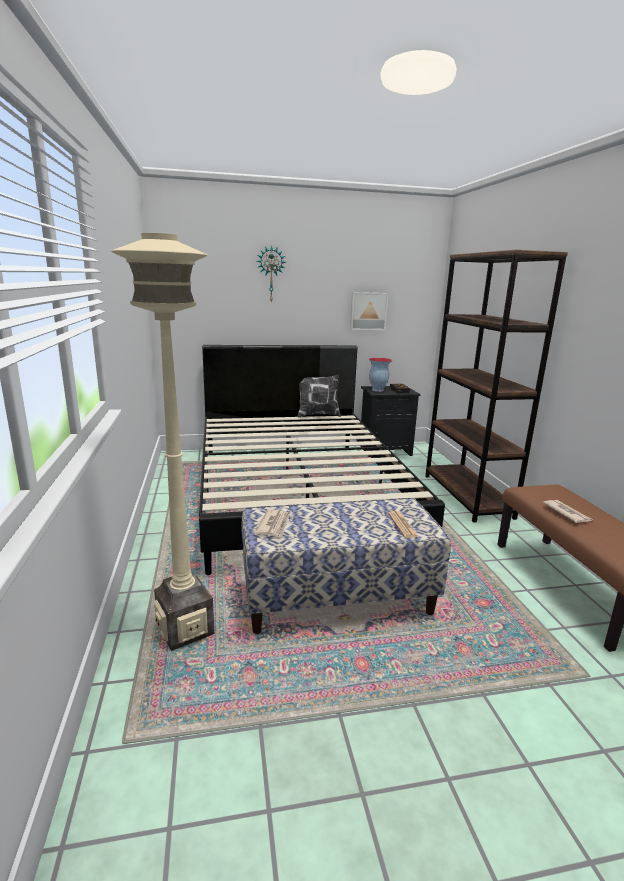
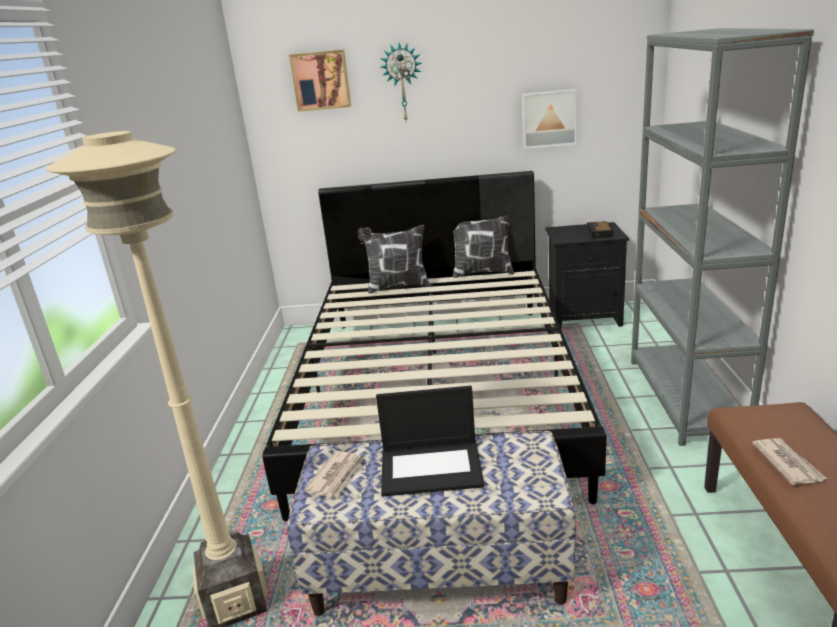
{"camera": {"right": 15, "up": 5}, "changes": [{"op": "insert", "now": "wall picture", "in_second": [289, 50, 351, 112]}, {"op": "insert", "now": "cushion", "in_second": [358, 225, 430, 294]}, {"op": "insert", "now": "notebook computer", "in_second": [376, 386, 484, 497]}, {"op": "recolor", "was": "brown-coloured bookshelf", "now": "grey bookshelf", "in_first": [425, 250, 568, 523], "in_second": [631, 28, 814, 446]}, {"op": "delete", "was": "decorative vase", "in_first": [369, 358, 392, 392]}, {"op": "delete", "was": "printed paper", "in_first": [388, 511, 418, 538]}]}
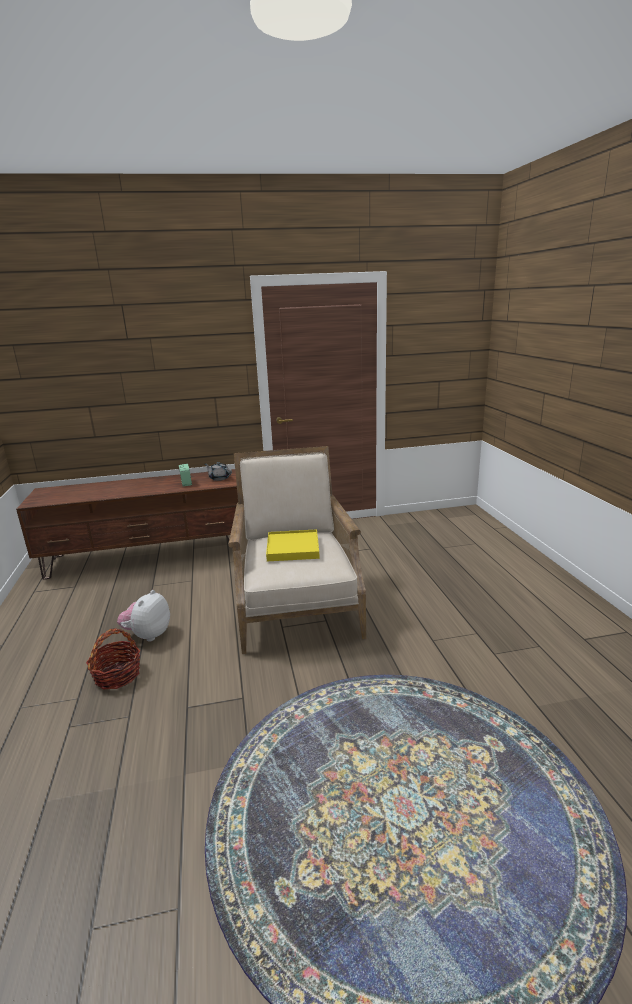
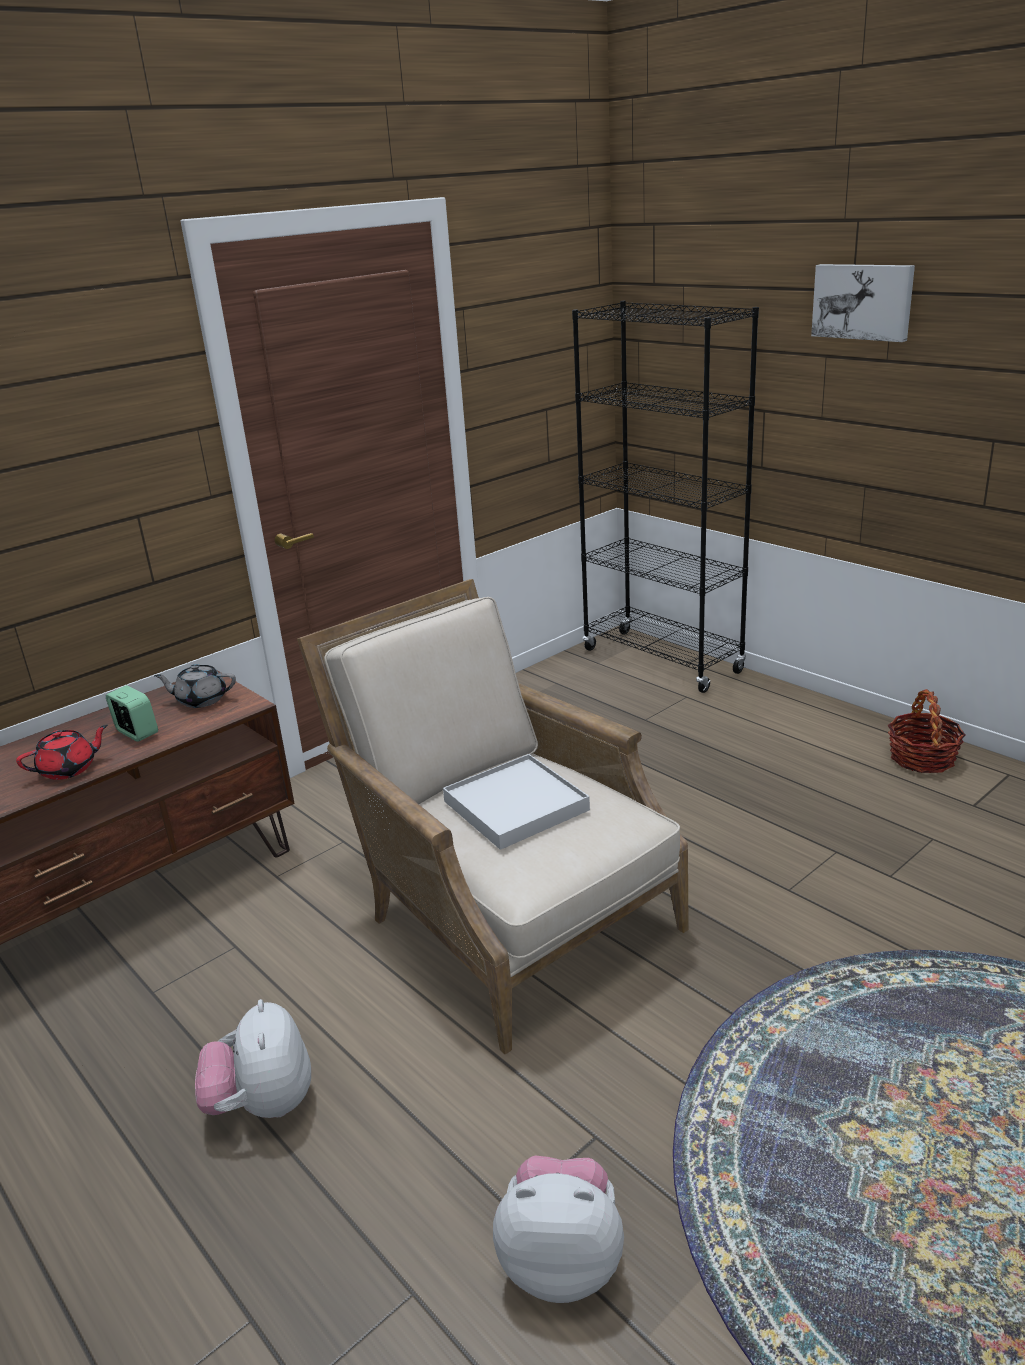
{"camera": {"right": -30, "up": 5}, "changes": [{"op": "insert", "now": "reddish teapot", "in_second": [16, 725, 108, 780]}, {"op": "recolor", "was": "yellow tray", "now": "whitish tray", "in_first": [266, 529, 320, 561], "in_second": [443, 754, 590, 850]}, {"op": "insert", "now": "cuddly toy", "in_second": [493, 1155, 624, 1303]}, {"op": "insert", "now": "black bookshelf", "in_second": [572, 301, 759, 693]}, {"op": "insert", "now": "wall picture", "in_second": [811, 264, 915, 342]}, {"op": "move", "was": "basket", "in_first": [86, 628, 141, 690], "in_second": [888, 689, 965, 773]}]}
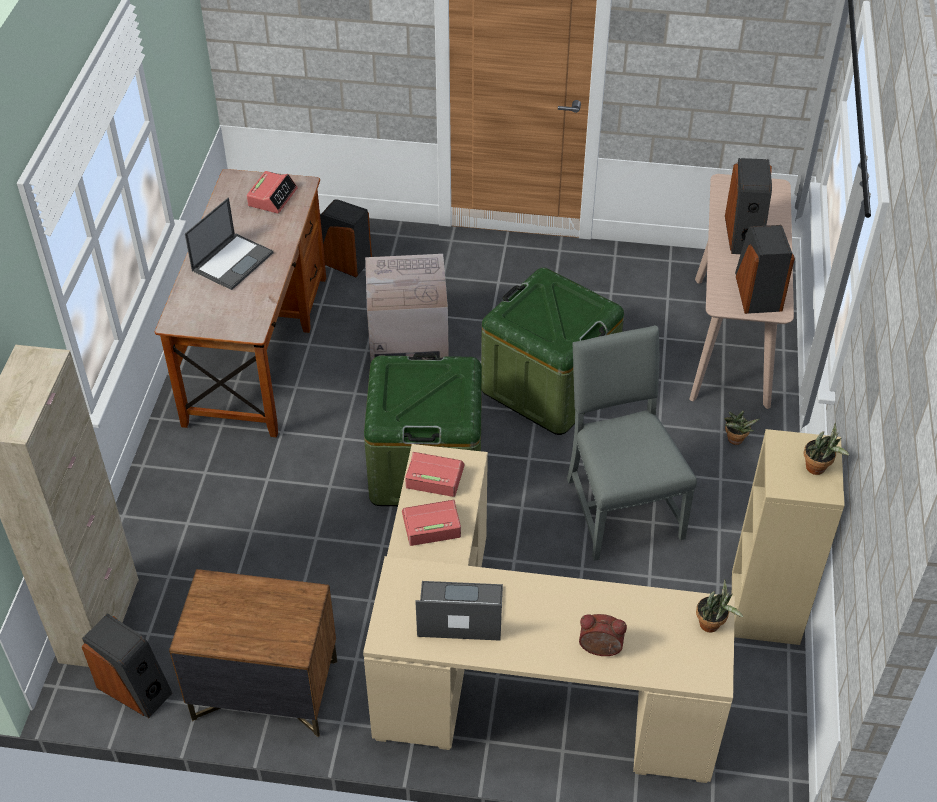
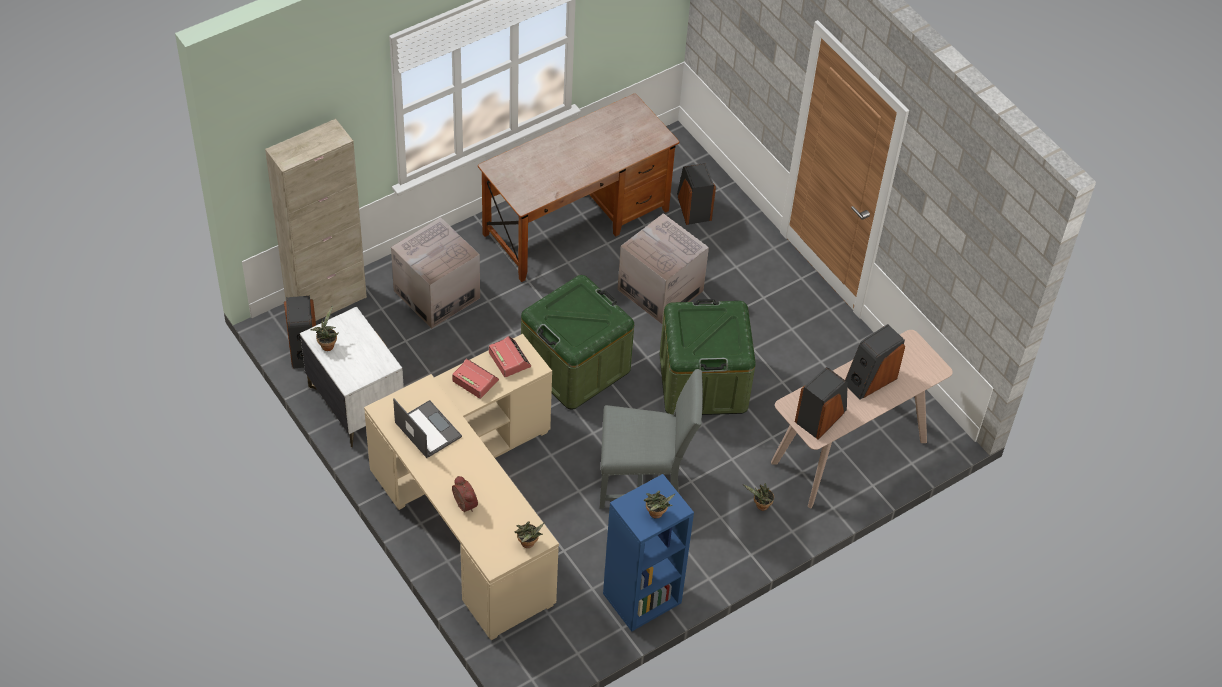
{"camera": {"right": 45, "up": 5}, "changes": [{"op": "recolor", "was": "brown-coloured night table", "now": "whitish night table", "in_first": [169, 569, 337, 737], "in_second": [300, 306, 404, 448]}, {"op": "insert", "now": "potted plant", "in_second": [310, 305, 339, 351]}, {"op": "insert", "now": "carton", "in_second": [391, 217, 480, 329]}, {"op": "rotate", "was": "grey upright chair", "in_first": [567, 325, 697, 561], "in_second": [600, 369, 703, 509], "clockwise": 60}, {"op": "recolor", "was": "sand-coloured bookshelf", "now": "blue bookshelf", "in_first": [732, 429, 845, 645], "in_second": [603, 474, 694, 632]}, {"op": "delete", "was": "notebook computer", "in_first": [185, 198, 273, 290]}, {"op": "delete", "was": "table clock", "in_first": [246, 171, 298, 213]}]}
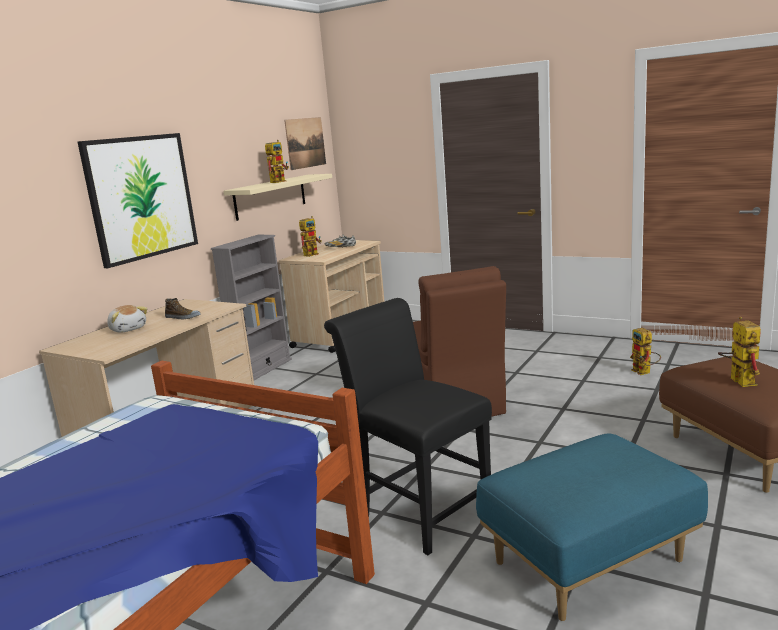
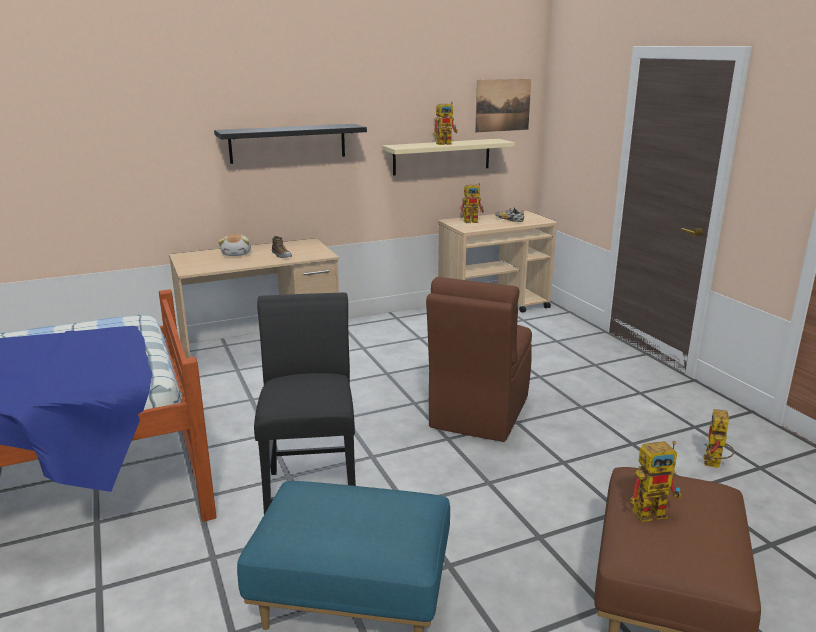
{"camera": {"right": 35, "up": 5}, "changes": [{"op": "replace", "was": "wall picture", "now": "black shelf", "in_first": [78, 133, 198, 268], "in_second": [214, 124, 367, 164]}, {"op": "rotate", "was": "model robot", "in_first": [718, 316, 761, 387], "in_second": [630, 441, 682, 522], "clockwise": 45}, {"op": "delete", "was": "grey bookshelf", "in_first": [211, 235, 292, 380]}]}
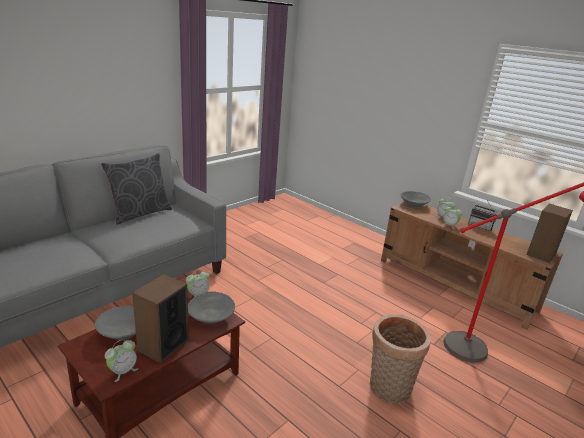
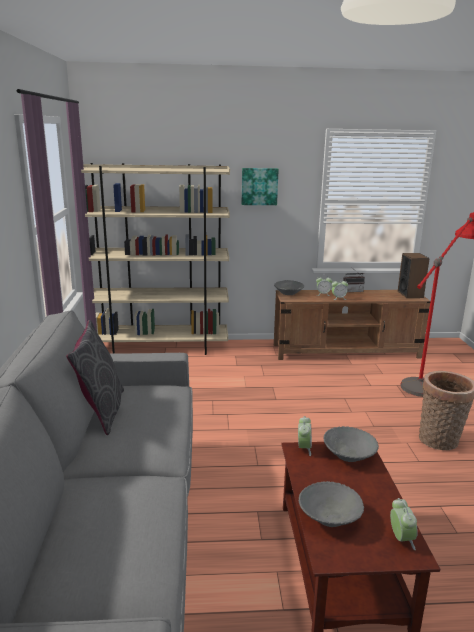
{"camera": {"right": -45, "up": -5}, "changes": [{"op": "insert", "now": "sand-coloured bookshelf", "in_second": [81, 163, 230, 355]}, {"op": "insert", "now": "wall picture", "in_second": [242, 168, 279, 205]}, {"op": "delete", "was": "audio speaker", "in_first": [132, 274, 189, 364]}]}
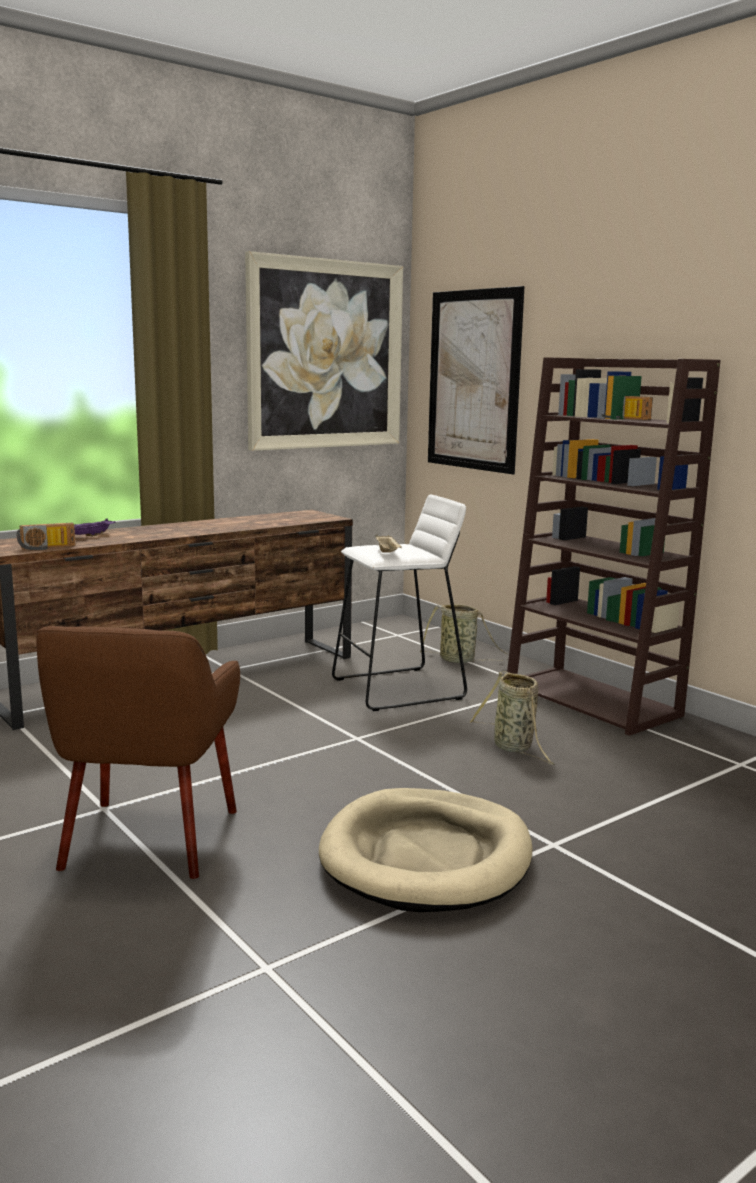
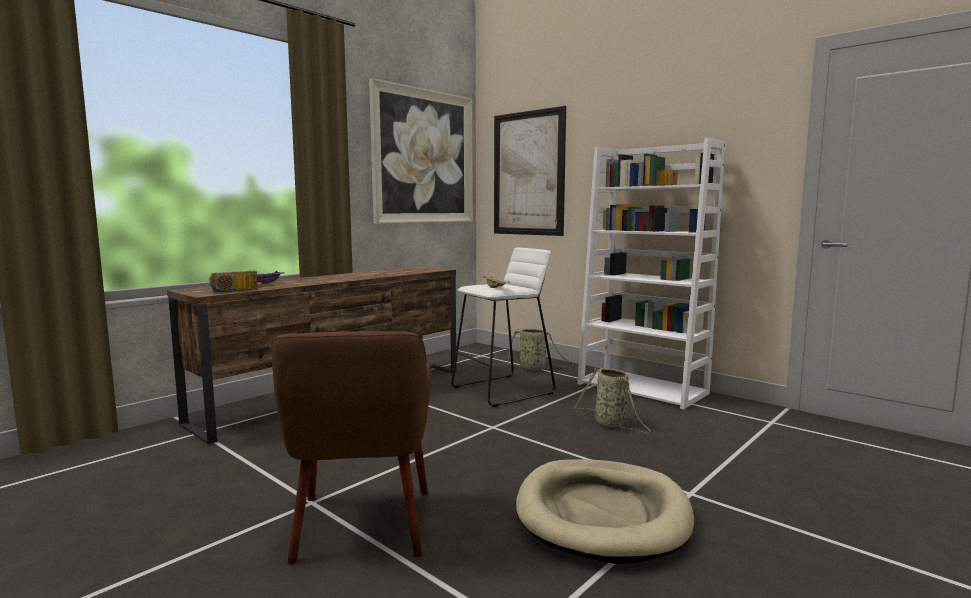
{"camera": {"right": -10, "up": -5}, "changes": [{"op": "recolor", "was": "brown-coloured bookshelf", "now": "whitish bookshelf", "in_first": [507, 357, 721, 736], "in_second": [577, 138, 725, 409]}]}
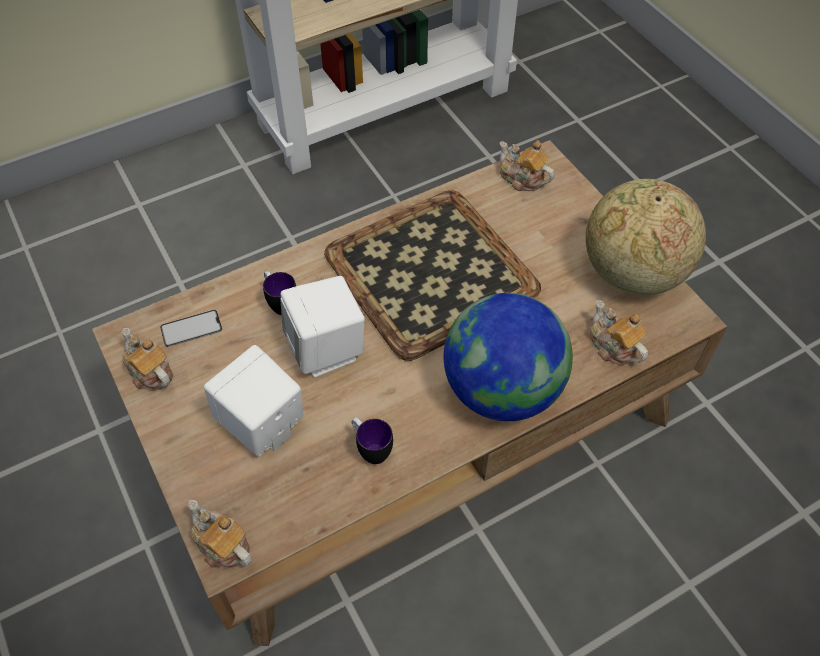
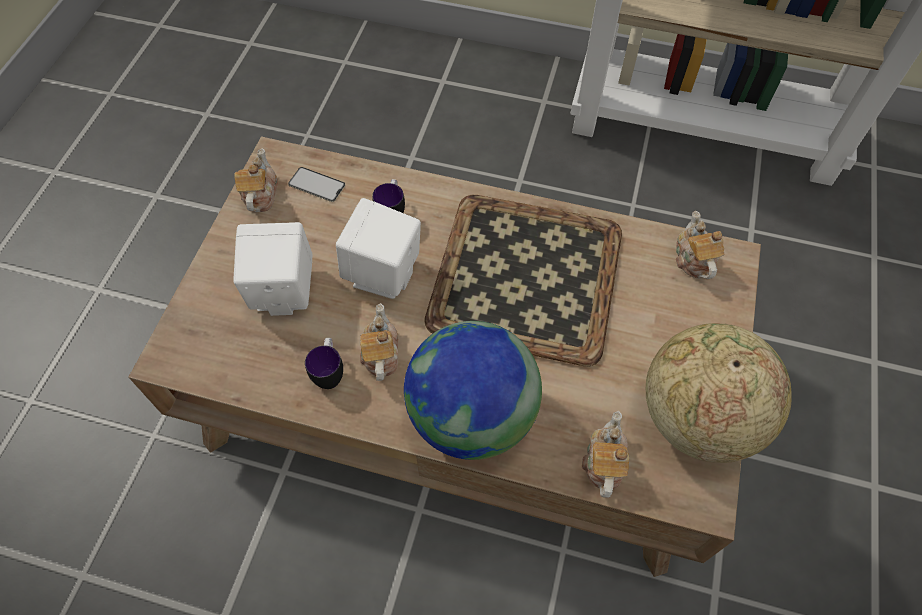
{"camera": {"right": 45, "up": 5}, "changes": [{"op": "move", "was": "teapot", "in_first": [188, 500, 252, 569], "in_second": [360, 303, 398, 381]}]}
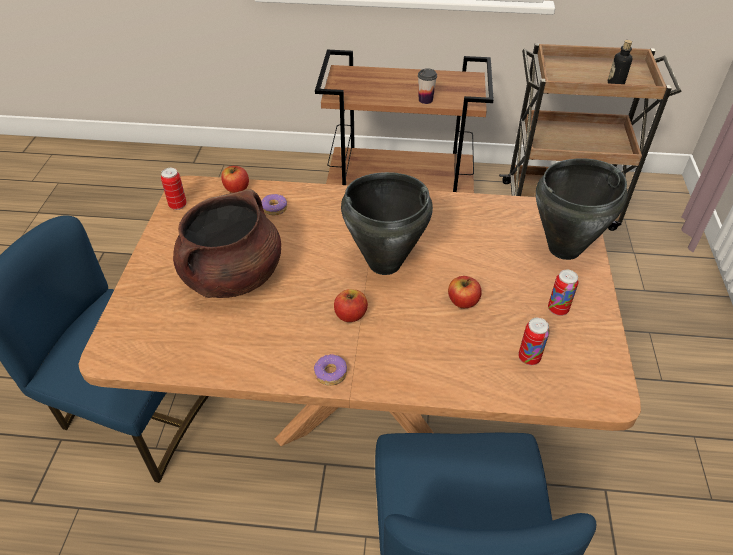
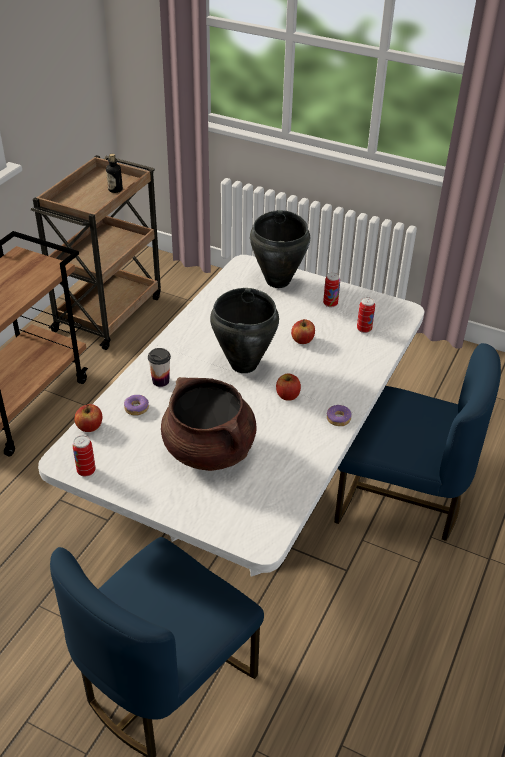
{"camera": {"right": -70, "up": -5}, "changes": [{"op": "recolor", "was": "brown-coloured kitchen table", "now": "whitish kitchen table", "in_first": [78, 176, 641, 446], "in_second": [38, 255, 425, 577]}, {"op": "move", "was": "drinking cup", "in_first": [418, 68, 437, 104], "in_second": [148, 348, 171, 387]}]}
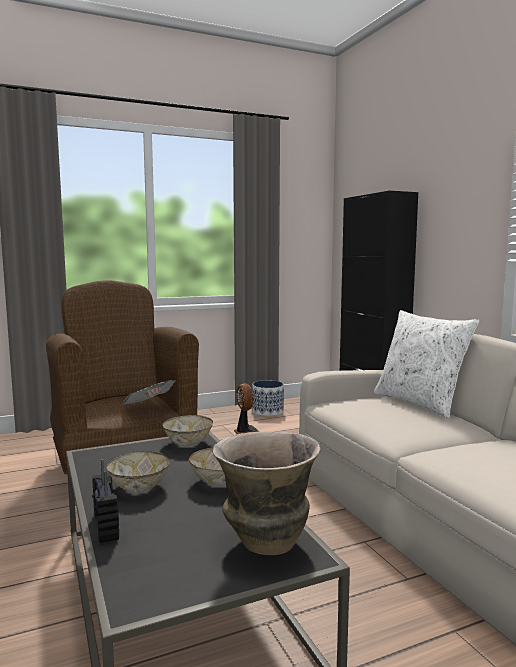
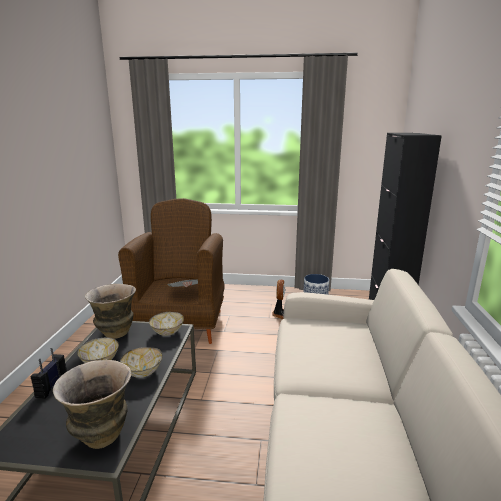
{"camera": {"right": 30, "up": 10}, "changes": [{"op": "insert", "now": "decorative vase", "in_second": [85, 284, 136, 339]}, {"op": "delete", "was": "whitish cushion", "in_first": [373, 310, 479, 419]}]}
